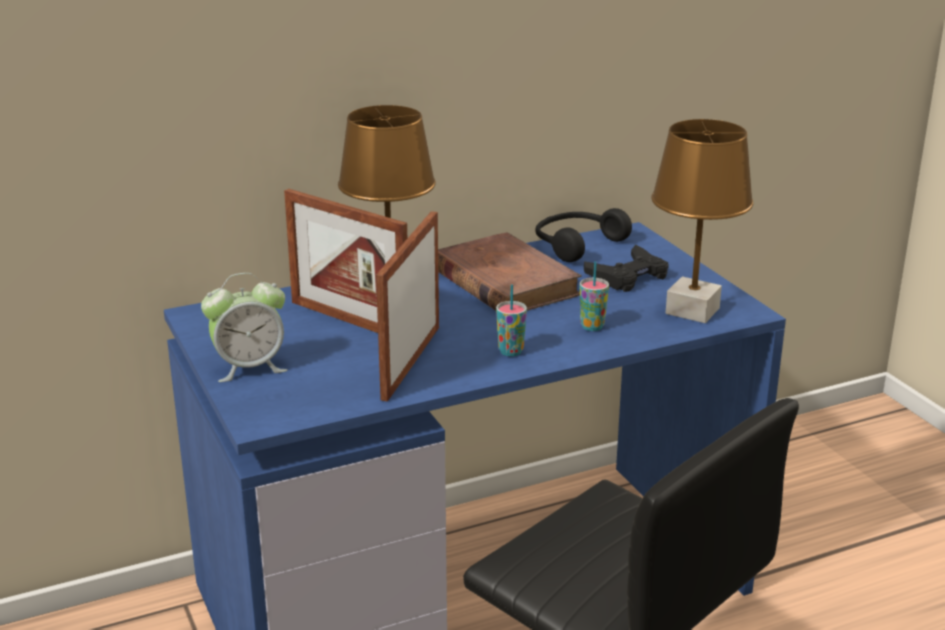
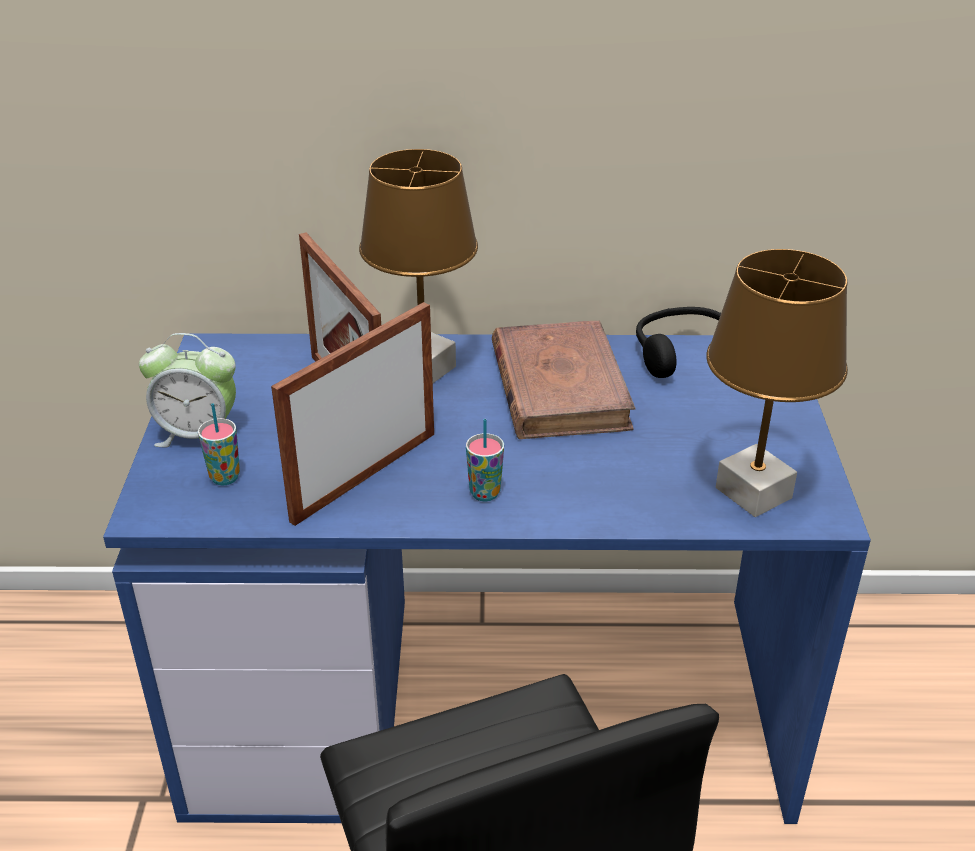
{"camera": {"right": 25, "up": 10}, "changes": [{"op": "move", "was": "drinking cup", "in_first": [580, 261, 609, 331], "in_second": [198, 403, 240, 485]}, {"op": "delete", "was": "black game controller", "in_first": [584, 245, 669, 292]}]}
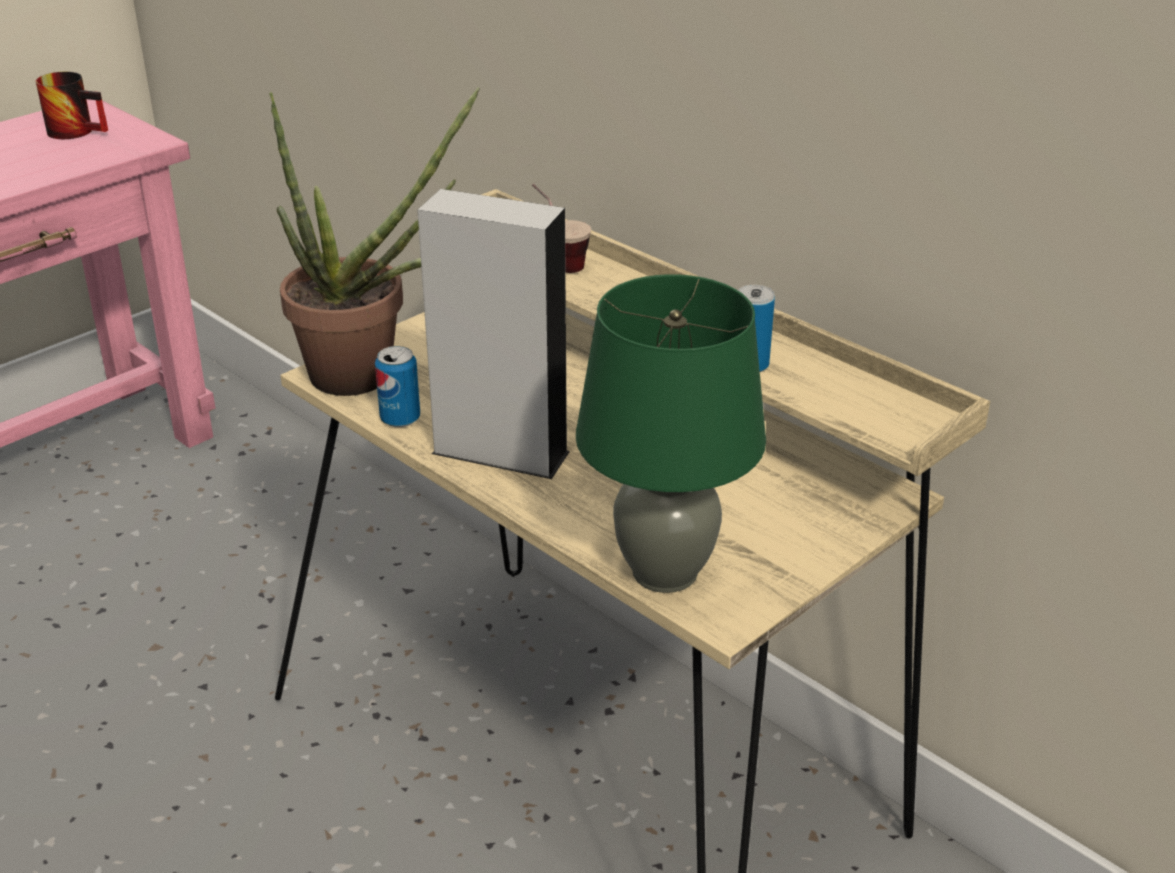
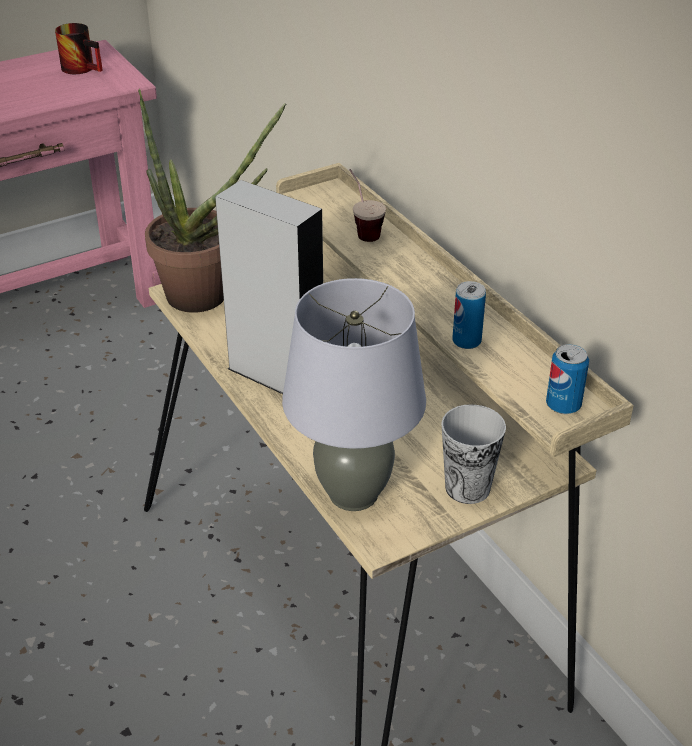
{"camera": {"right": 15, "up": 5}, "changes": [{"op": "recolor", "was": "green table lamp", "now": "grey table lamp", "in_first": [576, 274, 766, 593], "in_second": [282, 278, 426, 511]}, {"op": "insert", "now": "drinking cup", "in_second": [442, 404, 506, 504]}, {"op": "move", "was": "sealed can", "in_first": [375, 346, 420, 427], "in_second": [546, 344, 589, 414]}]}
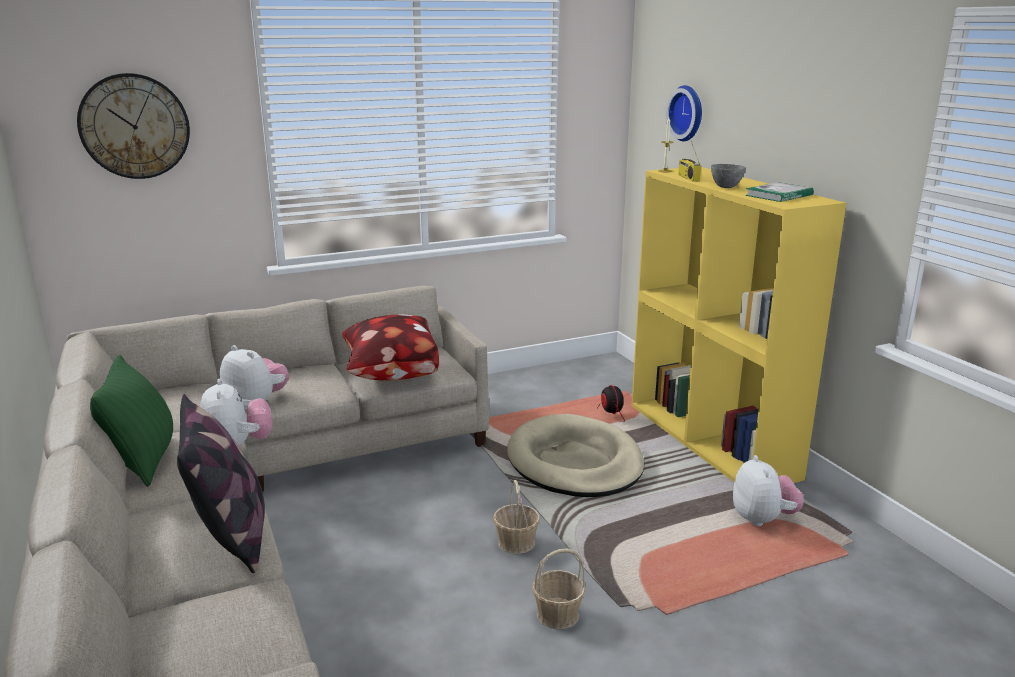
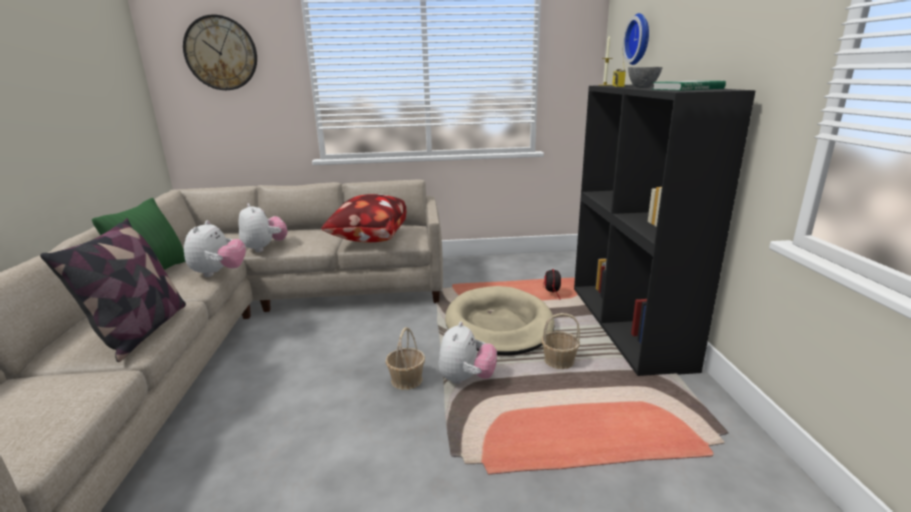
{"camera": {"right": 20, "up": 0}, "changes": [{"op": "move", "was": "cuddly toy", "in_first": [733, 455, 803, 526], "in_second": [438, 321, 497, 384]}, {"op": "move", "was": "basket", "in_first": [532, 549, 586, 630], "in_second": [541, 313, 580, 369]}, {"op": "recolor", "was": "yellow bookshelf", "now": "black bookshelf", "in_first": [632, 167, 846, 483], "in_second": [574, 85, 756, 376]}]}
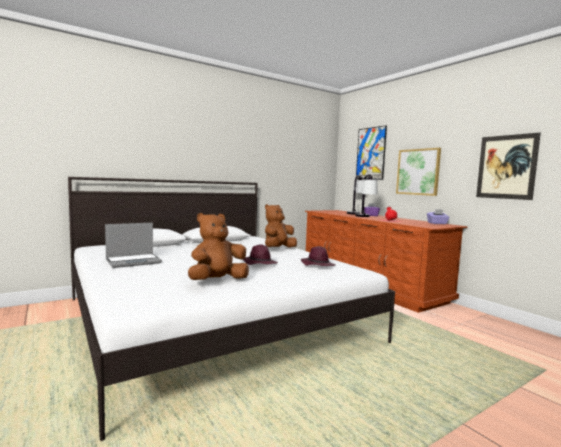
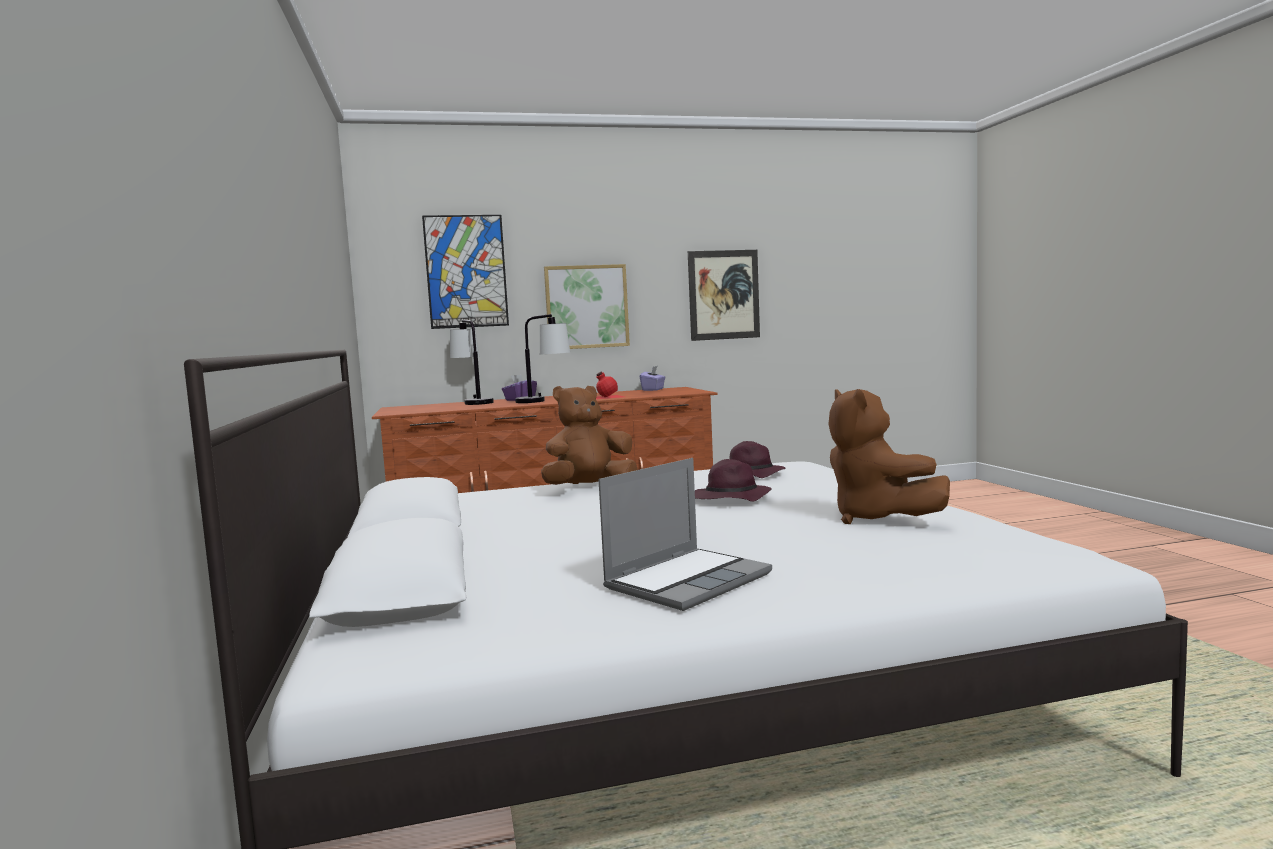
{"camera": {"right": -70, "up": 0}, "changes": [{"op": "rotate", "was": "brown-coloured cuddly toy", "in_first": [265, 204, 297, 248], "in_second": [541, 386, 638, 485], "clockwise": 90}, {"op": "rotate", "was": "notebook computer", "in_first": [105, 223, 162, 268], "in_second": [598, 458, 772, 611], "clockwise": 60}]}
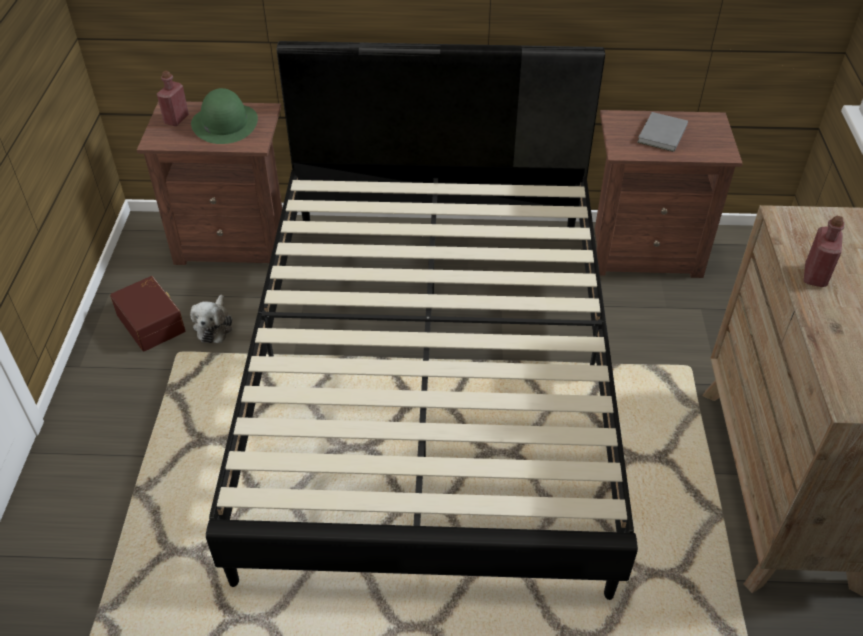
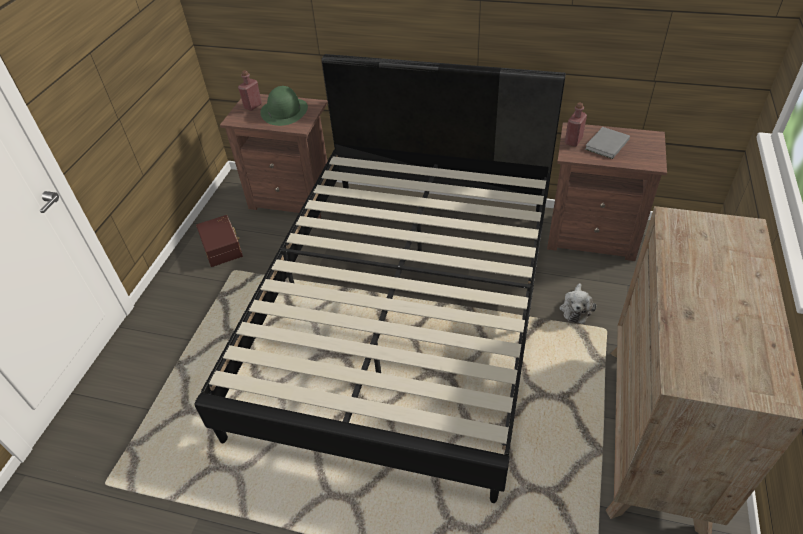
{"camera": {"right": 15, "up": 0}, "changes": [{"op": "move", "was": "cuddly toy", "in_first": [190, 295, 233, 343], "in_second": [559, 283, 596, 324]}, {"op": "move", "was": "reddish beverage bottle", "in_first": [804, 216, 844, 287], "in_second": [565, 102, 587, 147]}]}
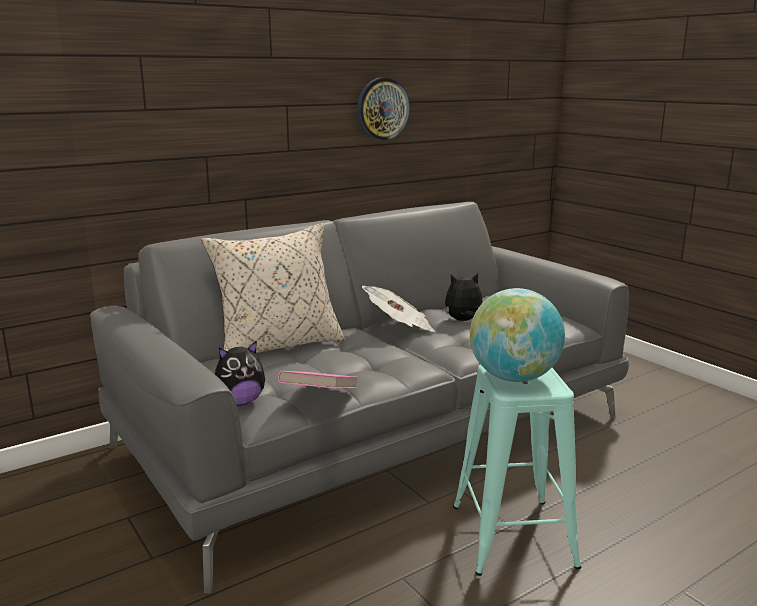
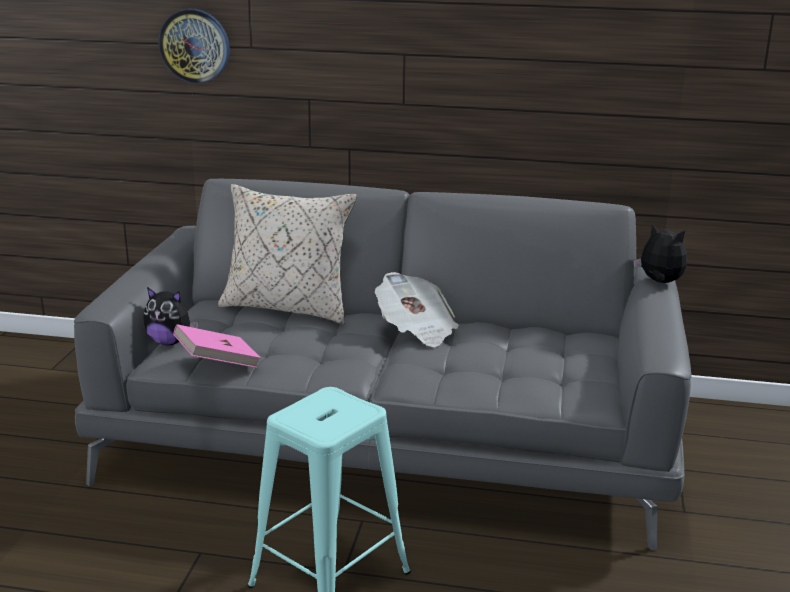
{"camera": {"right": 45, "up": 5}, "changes": [{"op": "move", "was": "wall clock", "in_first": [357, 77, 410, 141], "in_second": [158, 9, 230, 83]}, {"op": "move", "was": "cuddly toy", "in_first": [445, 273, 483, 321], "in_second": [633, 223, 687, 283]}, {"op": "delete", "was": "globe", "in_first": [470, 288, 565, 382]}]}
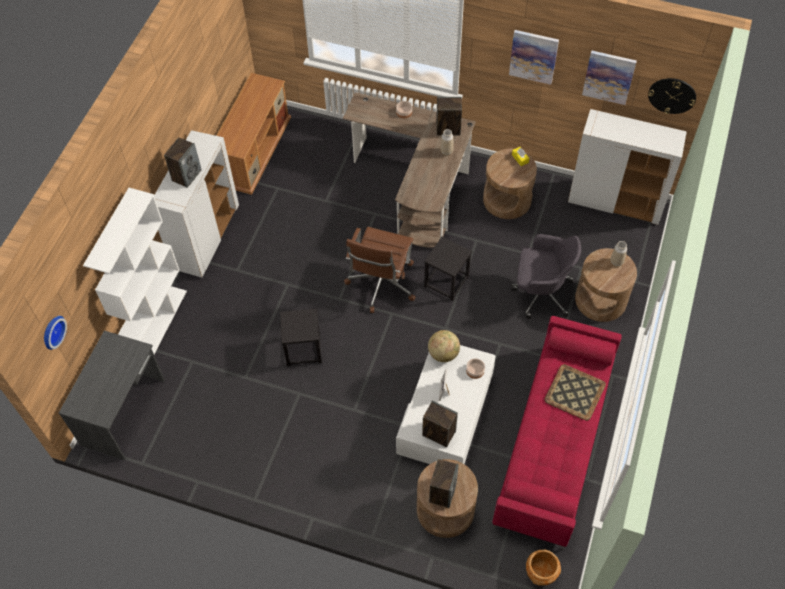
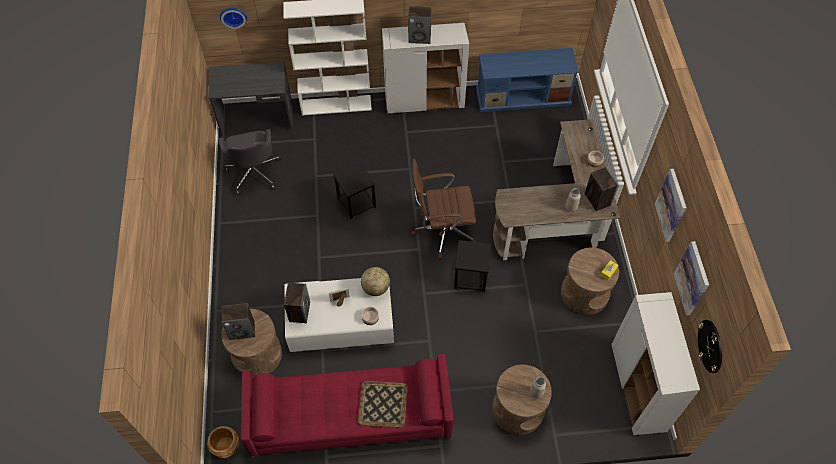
{"camera": {"right": 65, "up": 0}, "changes": [{"op": "move", "was": "grey computer chair", "in_first": [511, 234, 581, 319], "in_second": [218, 129, 281, 195]}, {"op": "recolor", "was": "brown-coloured media console", "now": "blue media console", "in_first": [216, 73, 291, 195], "in_second": [476, 48, 579, 112]}]}
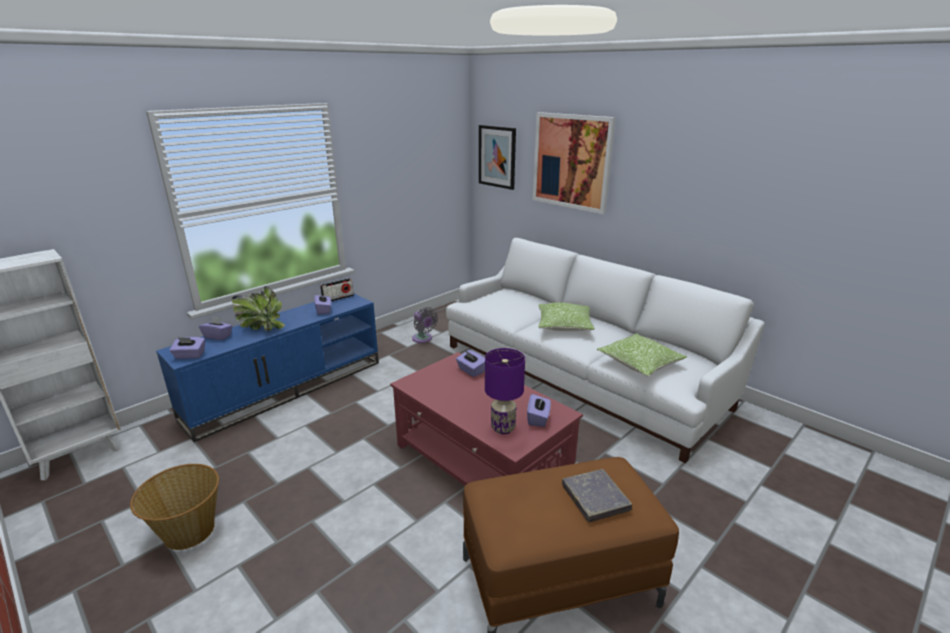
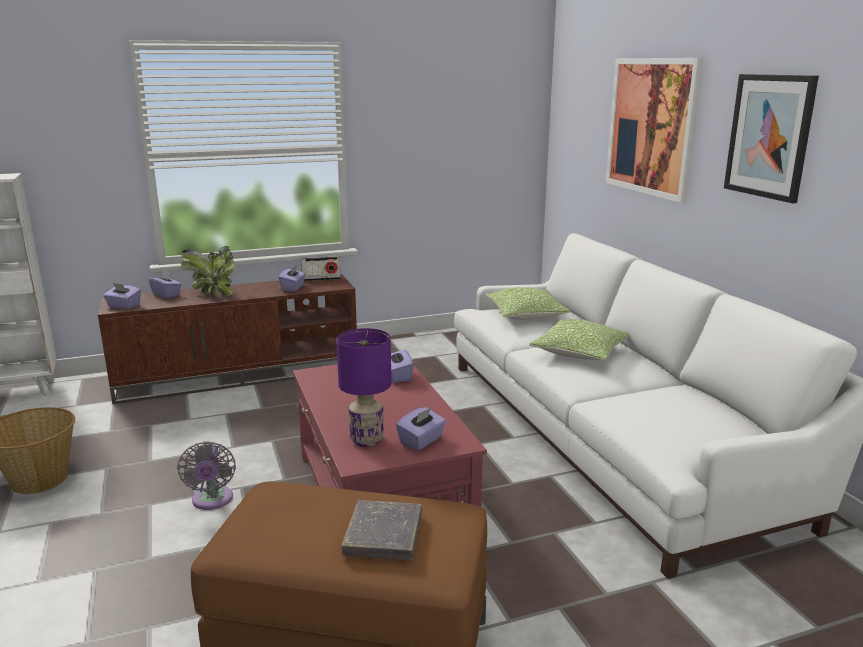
{"camera": {"right": 25, "up": -5}, "changes": [{"op": "recolor", "was": "blue media console", "now": "brown-coloured media console", "in_first": [156, 293, 379, 442], "in_second": [98, 274, 357, 404]}, {"op": "move", "was": "grey fan", "in_first": [412, 307, 438, 343], "in_second": [177, 441, 236, 510]}, {"op": "move", "was": "cushion", "in_first": [597, 333, 687, 377], "in_second": [486, 287, 571, 320]}, {"op": "move", "was": "wall picture", "in_first": [479, 125, 516, 190], "in_second": [724, 74, 819, 203]}]}
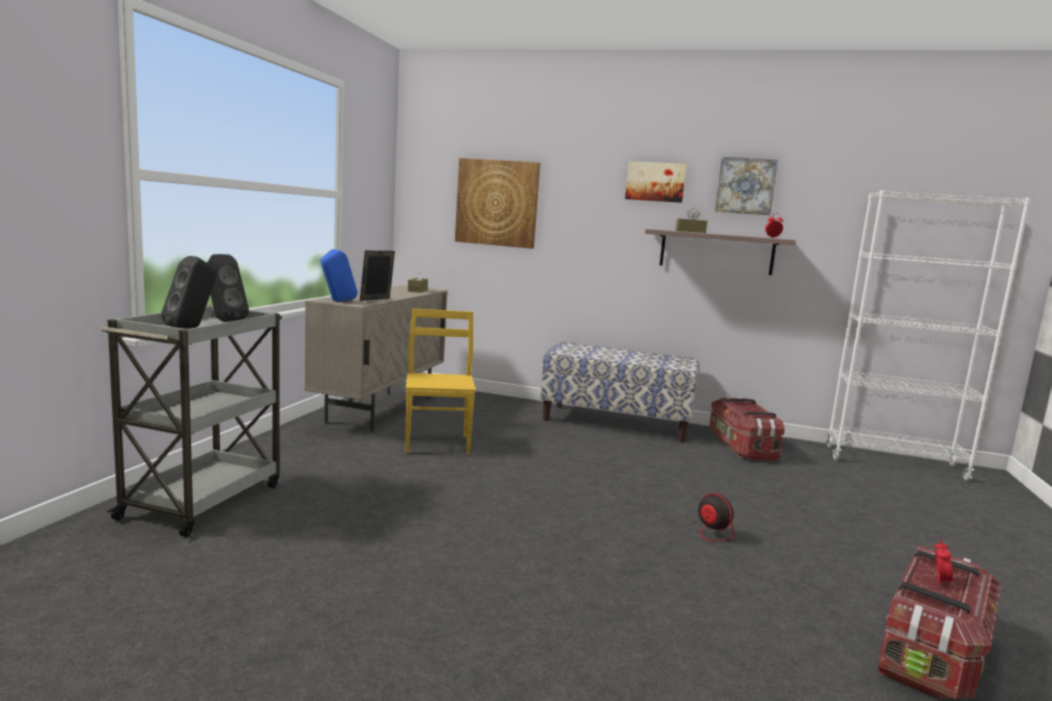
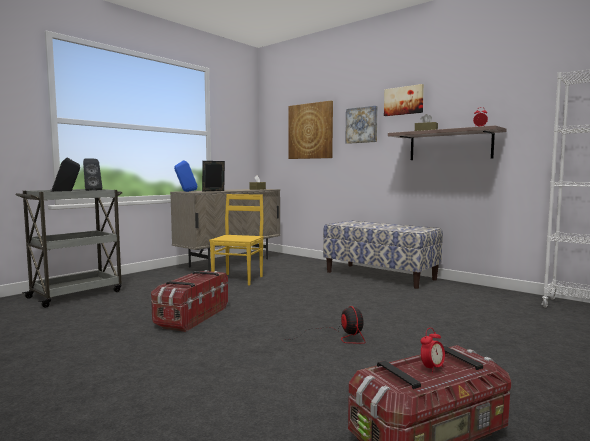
{"camera": {"right": 25, "up": -5}, "changes": [{"op": "move", "was": "storage bin", "in_first": [709, 396, 785, 462], "in_second": [151, 270, 228, 332]}, {"op": "move", "was": "wall picture", "in_first": [715, 157, 778, 215], "in_second": [345, 106, 378, 144]}]}
